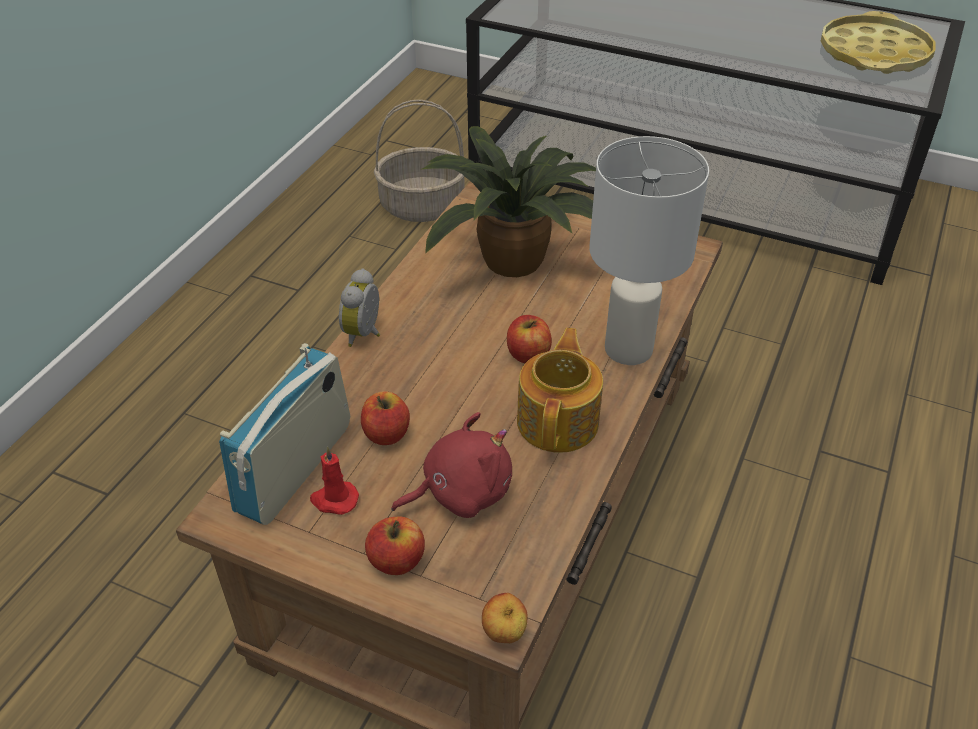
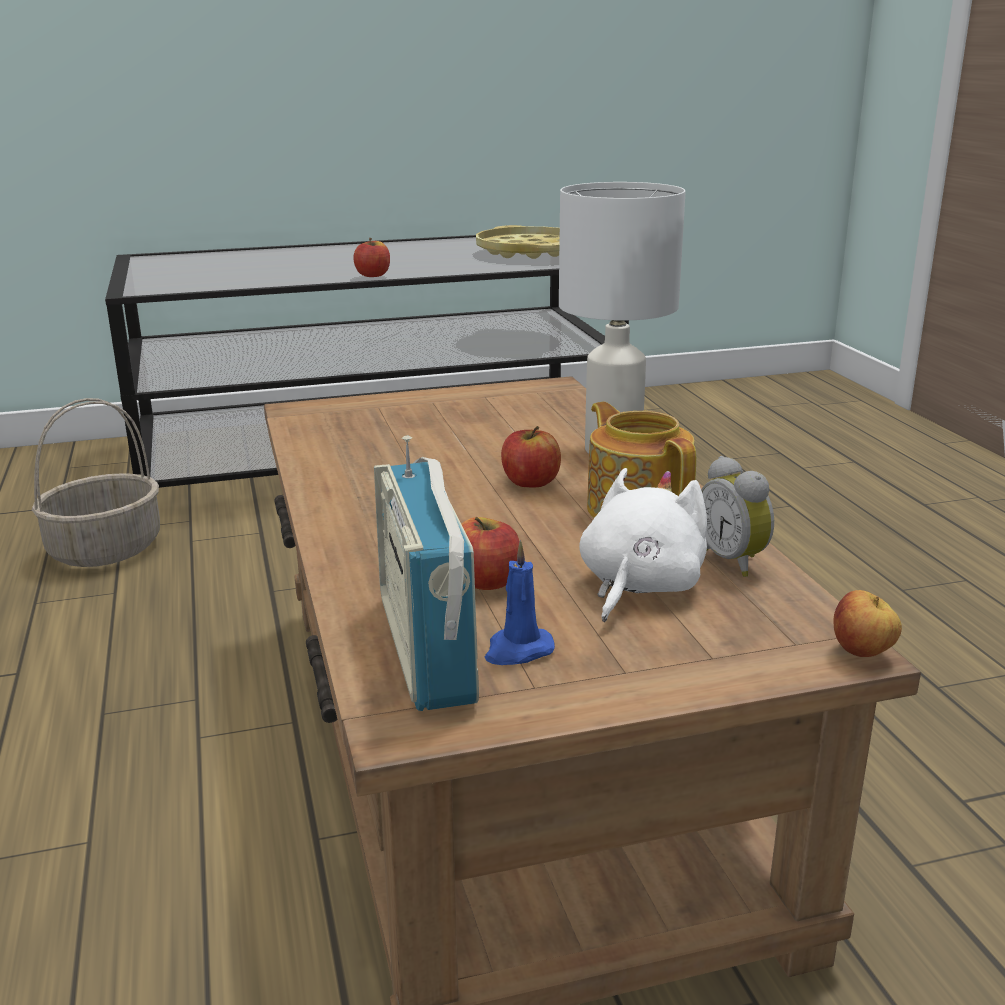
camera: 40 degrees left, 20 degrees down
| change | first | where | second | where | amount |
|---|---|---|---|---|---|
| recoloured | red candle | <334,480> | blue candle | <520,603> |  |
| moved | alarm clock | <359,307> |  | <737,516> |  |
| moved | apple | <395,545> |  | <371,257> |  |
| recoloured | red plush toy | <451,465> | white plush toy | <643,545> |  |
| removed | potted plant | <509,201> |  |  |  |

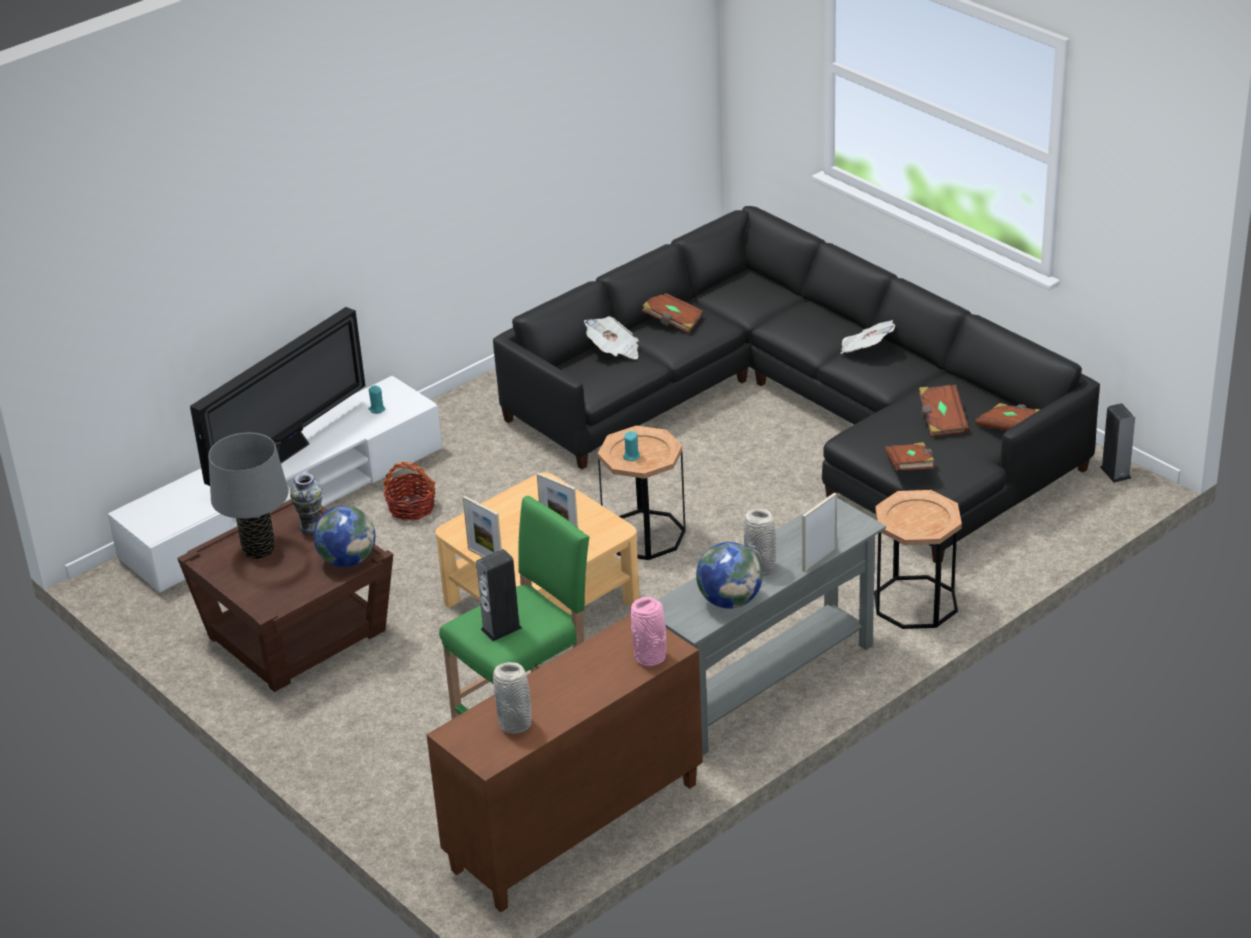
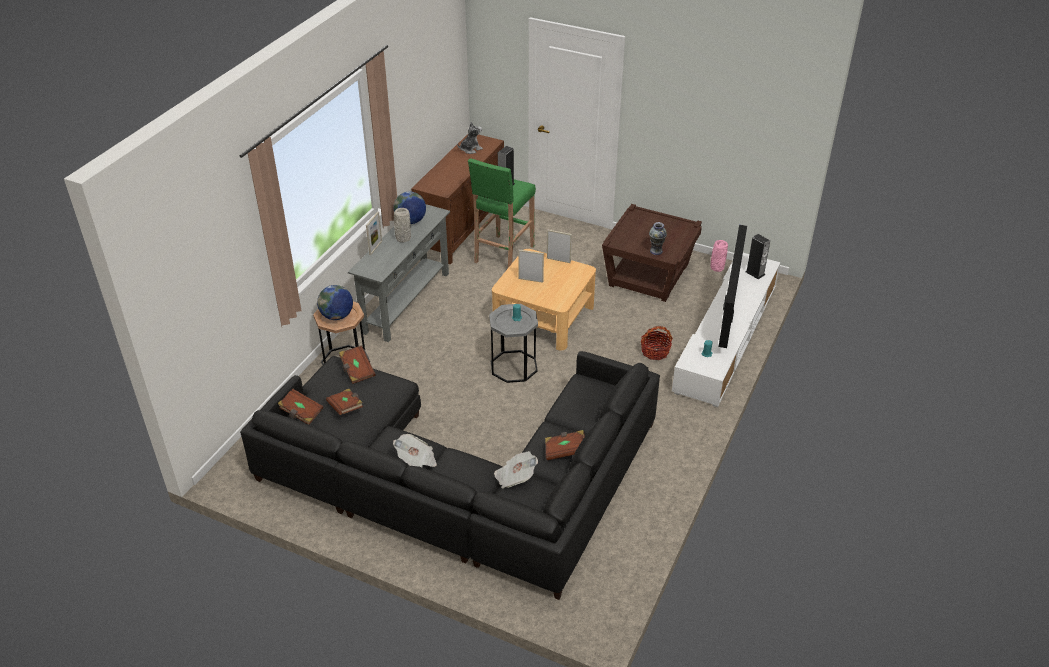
camera: 155 degrees right, 5 degrees up
| change | first | where | second | where | amount |
|---|---|---|---|---|---|
| removed | grey table lamp | <248,496> |  |  |  |
| moved | globe | <344,536> |  | <335,302> |  |
| replaced | grey vase | <512,698> | plush toy | <470,138> |  |
| moved | newspaper | <611,337> |  | <516,470> |  |
| recoloured | brown side table | <642,493> | grey side table | <513,343> |  |
| moved | pink vase | <648,631> |  | <719,256> |  |
| moved | speaker | <1117,443> |  | <758,256> |  |

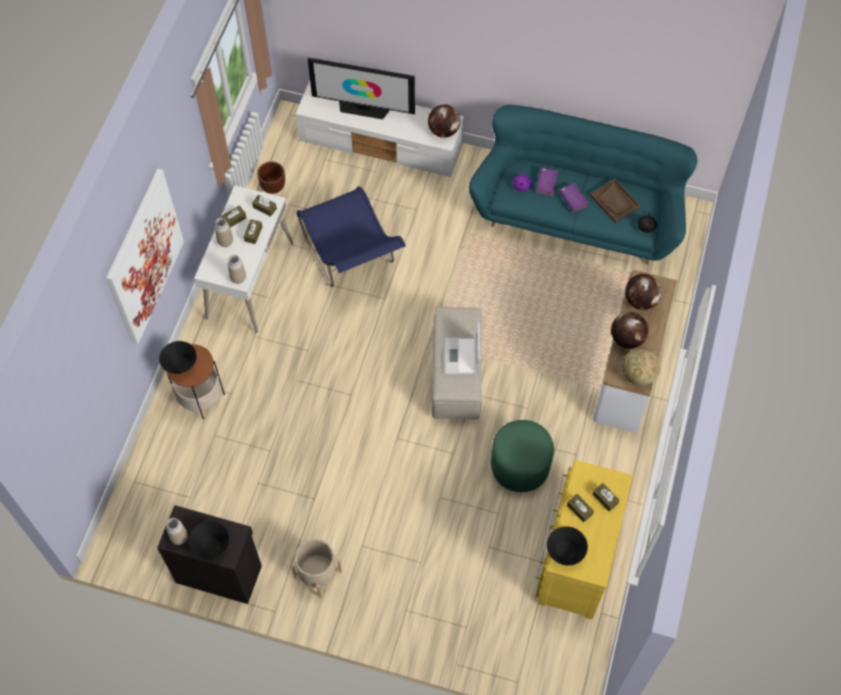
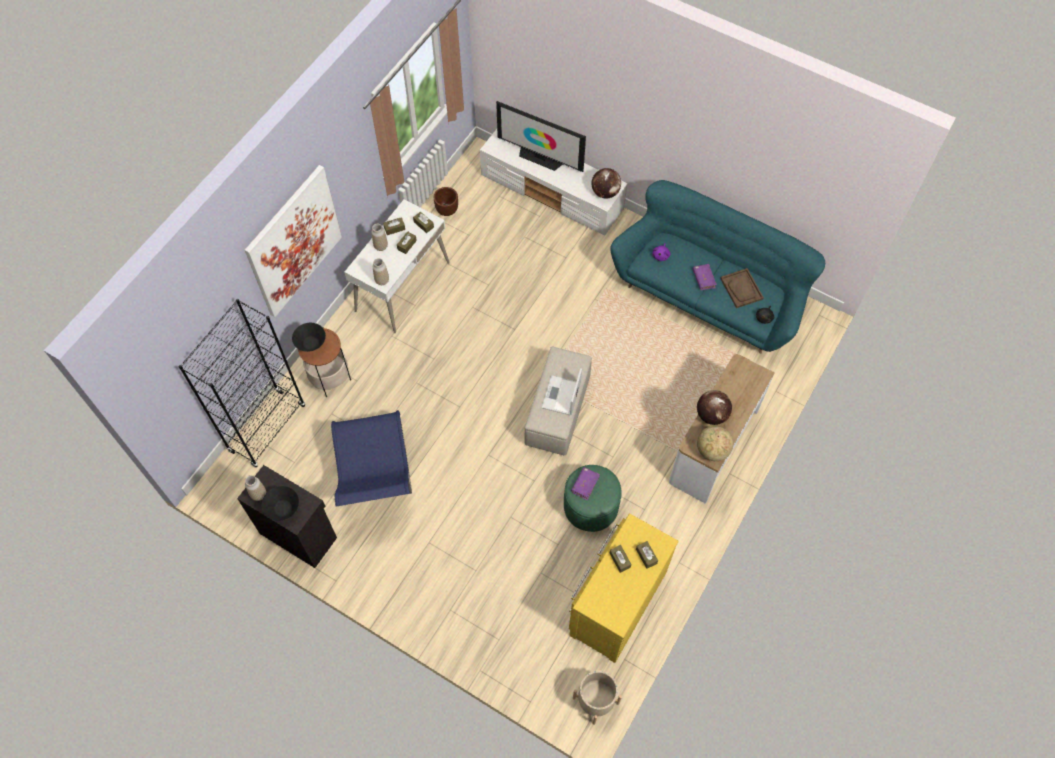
camera: 15 degrees right, 0 degrees up
| change | first | where | second | where | amount |
|---|---|---|---|---|---|
| moved | beige planter | <316,568> |  | <597,697> |  |
| moved | blue chair | <351,237> |  | <371,458> |  |
| moved | purple book | <547,182> |  | <585,483> |  |
| removed | black bowl | <567,546> |  |  |  |
| removed | globe | <643,292> |  |  |  |
| added |  |  | black bookcase | <242,383> |  |

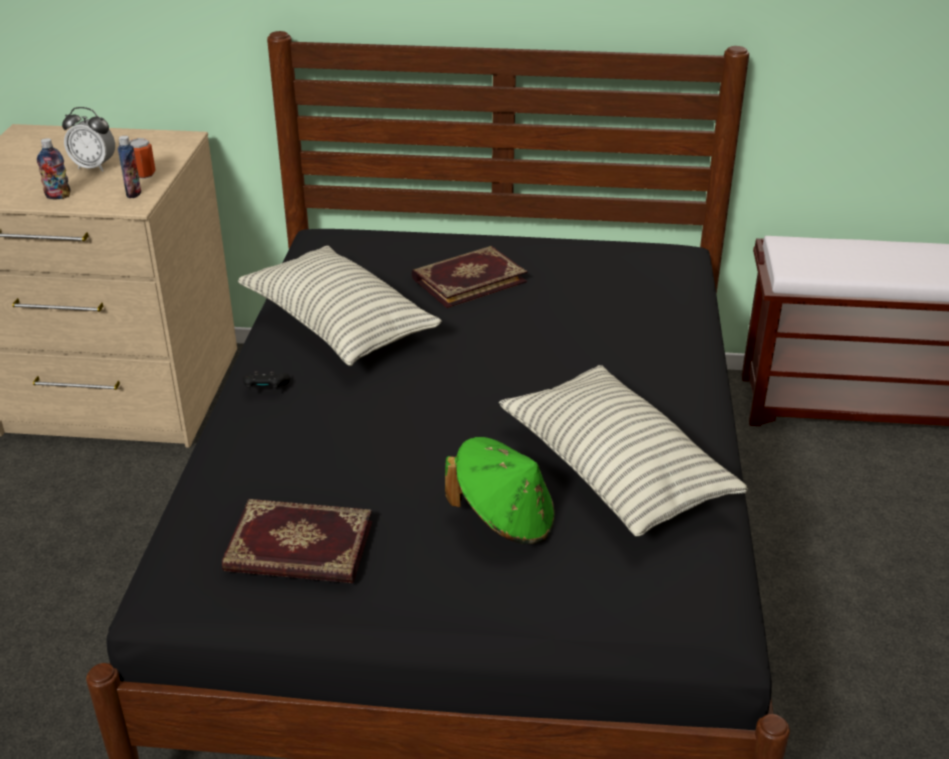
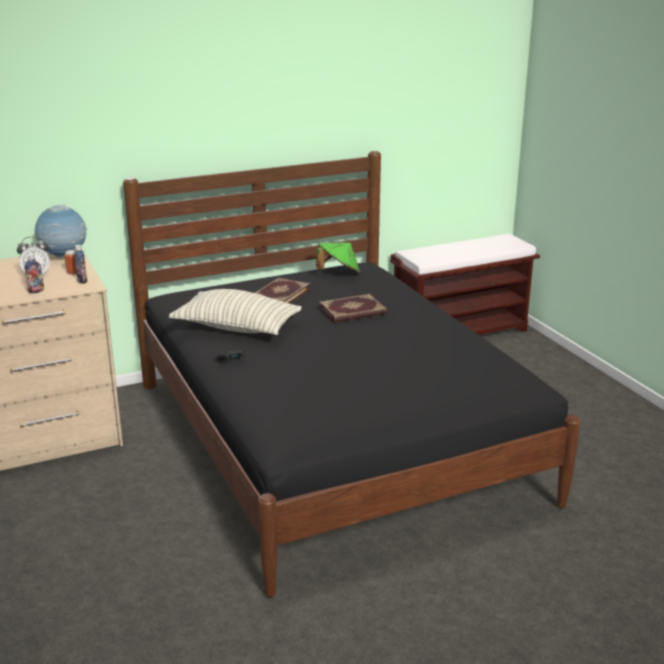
camera: 30 degrees left, 10 degrees down
| change | first | where | second | where | amount |
|---|---|---|---|---|---|
| moved | book | <297,541> |  | <353,308> |  |
| moved | green hat | <500,490> |  | <338,257> |  |
| removed | pillow | <623,450> |  |  |  |
| added |  |  | globe | <61,231> |  |

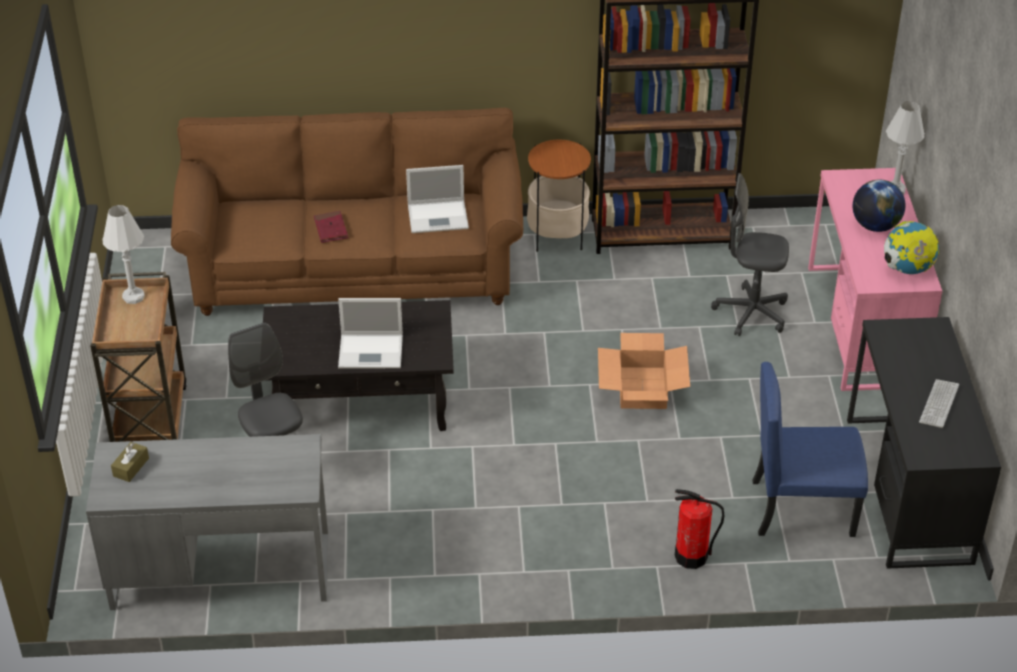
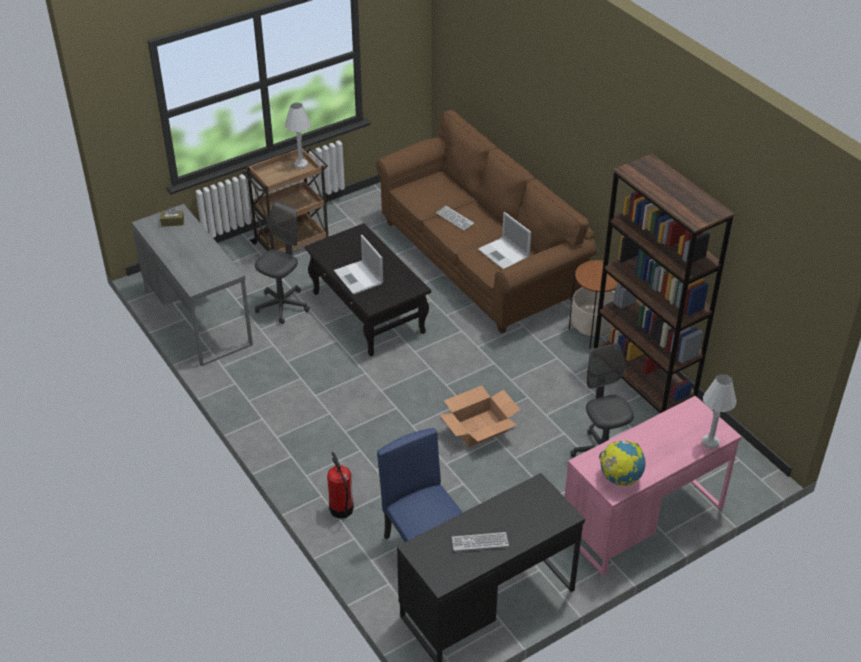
camera: 60 degrees right, 0 degrees up
| change | first | where | second | where | amount |
|---|---|---|---|---|---|
| replaced | red book | <331,227> | keyboard | <455,218> |  |
| removed | globe | <879,206> |  |  |  |

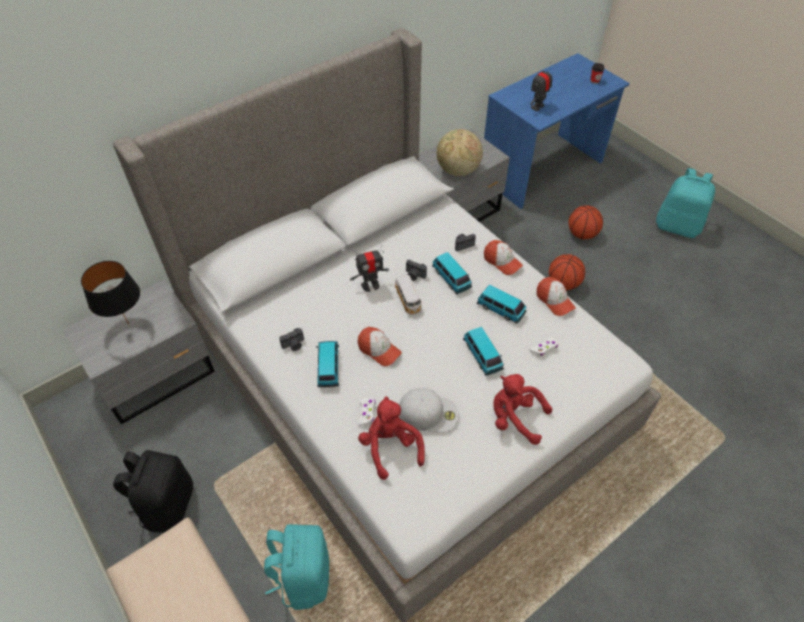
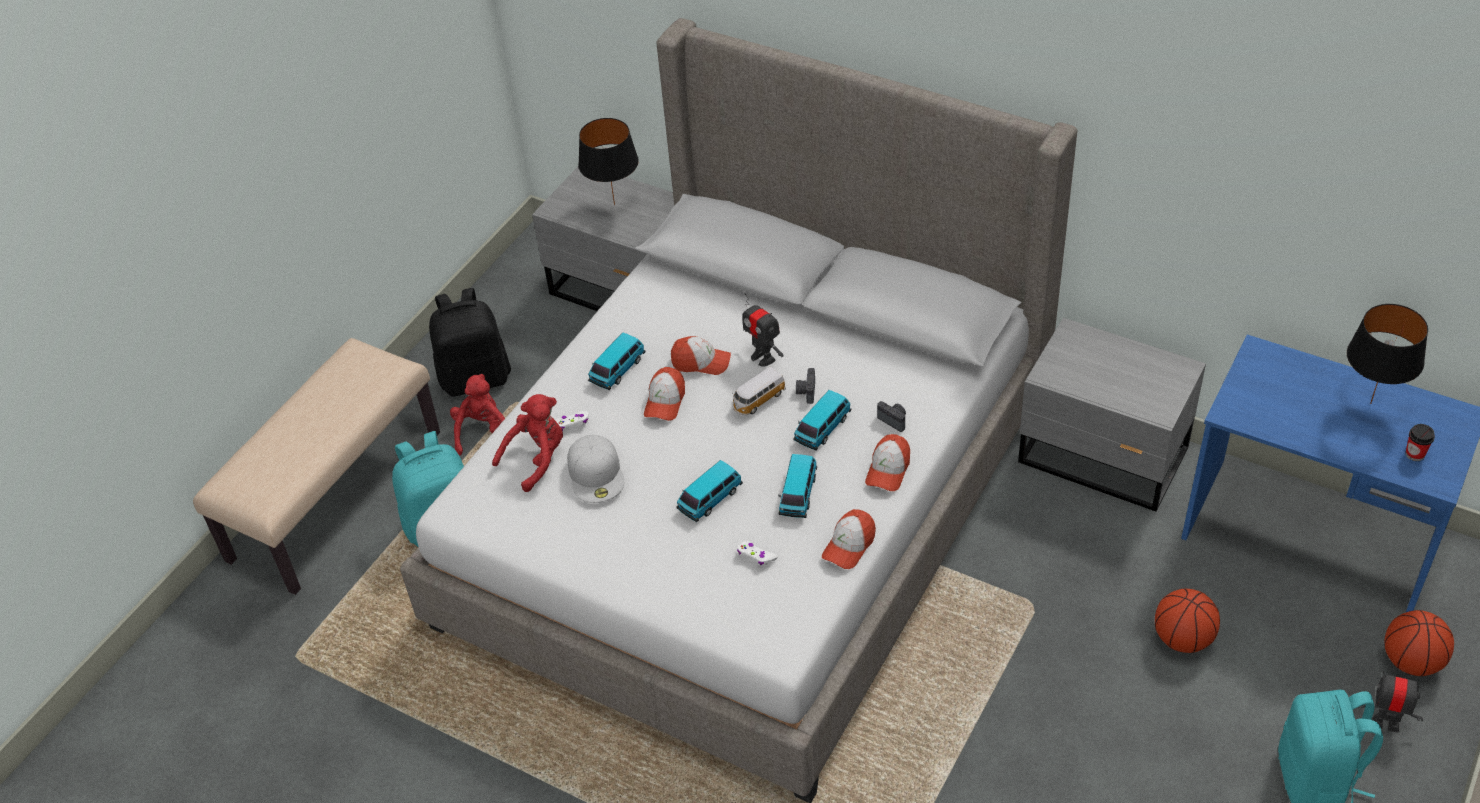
camera: 70 degrees right, 5 degrees down
| change | first | where | second | where | amount |
|---|---|---|---|---|---|
| removed | photo camera | <291,339> |  |  |  |
| turned | toy car | <327,364> |  | <616,361> | 150 degrees clockwise |
| removed | globe | <460,152> |  |  |  |
| moved | red plush toy | <523,409> |  | <477,415> |  |
| moved | toy robot | <541,87> |  | <1393,701> |  |
| moved | basketball | <567,272> |  | <1419,643> |  |
| added |  |  | cap | <701,355> |  |
| added |  |  | black table lamp | <1387,354> |  |

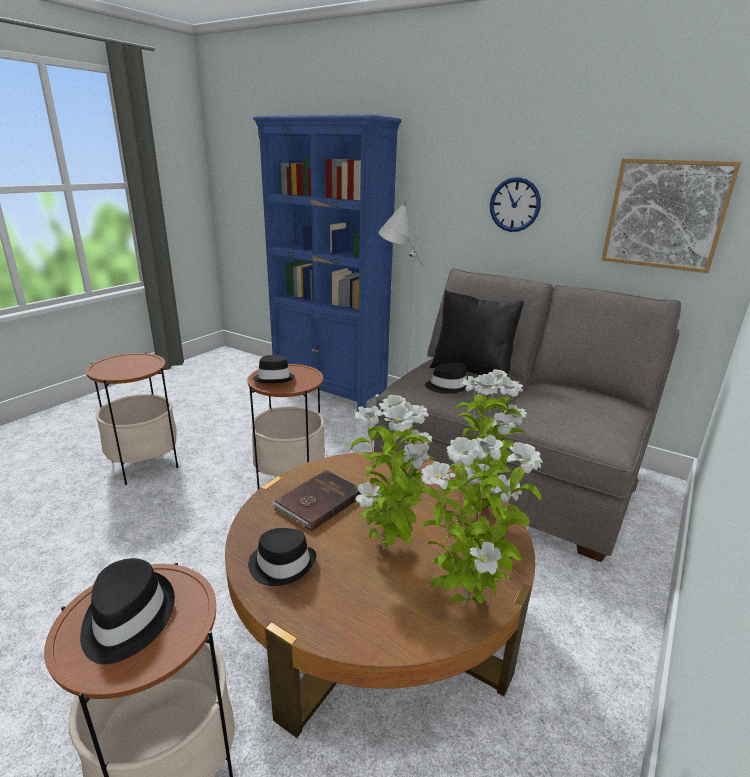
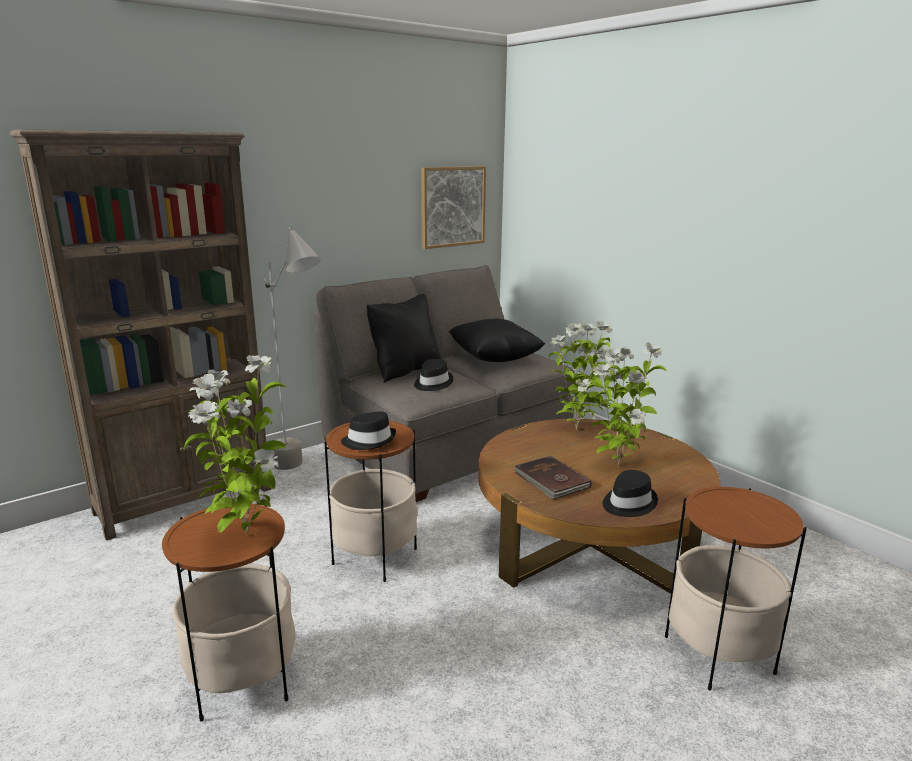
camera: 70 degrees left, 5 degrees down
| change | first | where | second | where | amount |
|---|---|---|---|---|---|
| removed | black hat | <127,611> |  |  |  |
| recoloured | blue bookcase | <327,263> | brown bookcase | <140,334> |  |
| moved | potted plant | <479,522> |  | <235,445> |  |
| removed | wall clock | <515,204> |  |  |  |
| added |  |  | black pillow | <497,340> |  |

